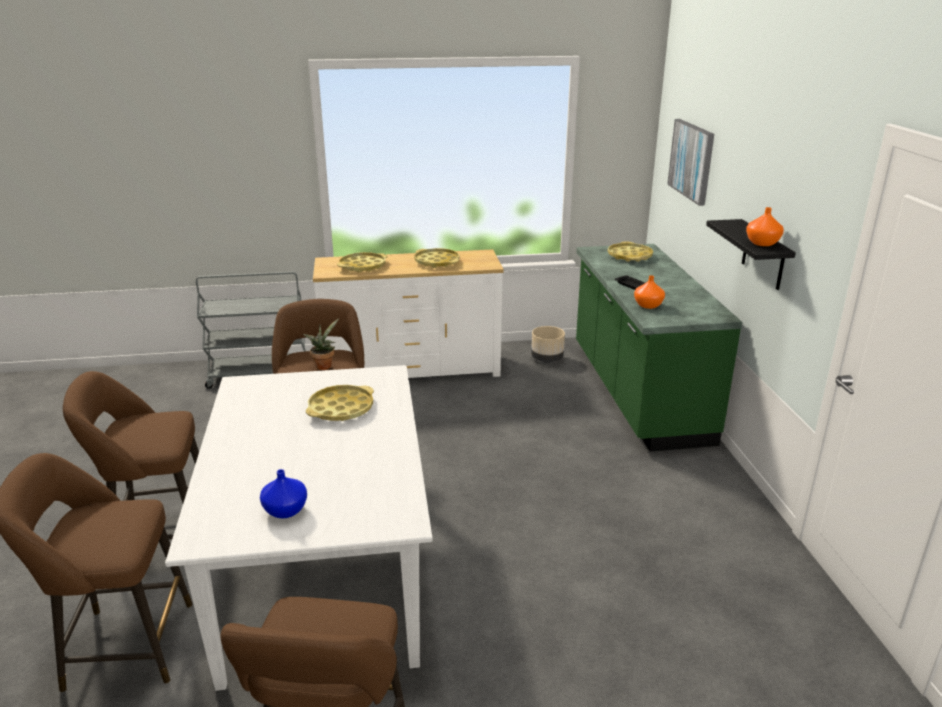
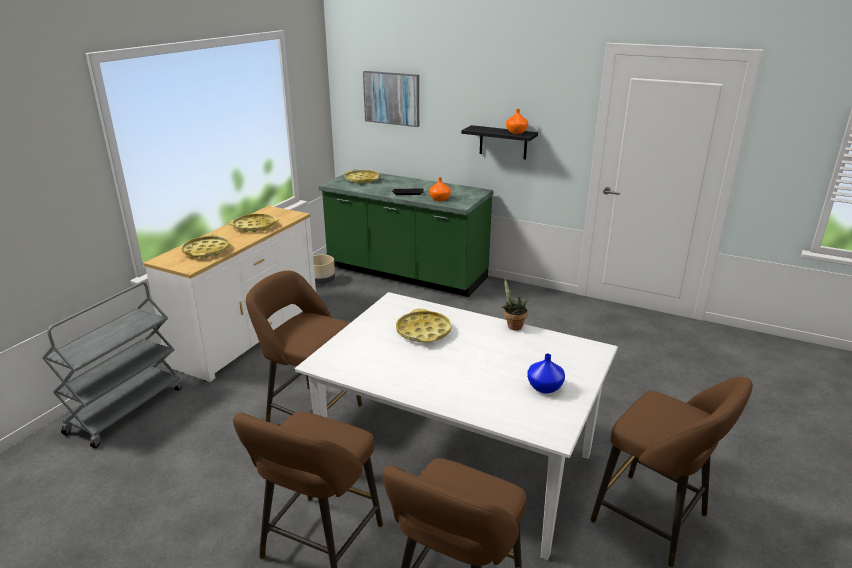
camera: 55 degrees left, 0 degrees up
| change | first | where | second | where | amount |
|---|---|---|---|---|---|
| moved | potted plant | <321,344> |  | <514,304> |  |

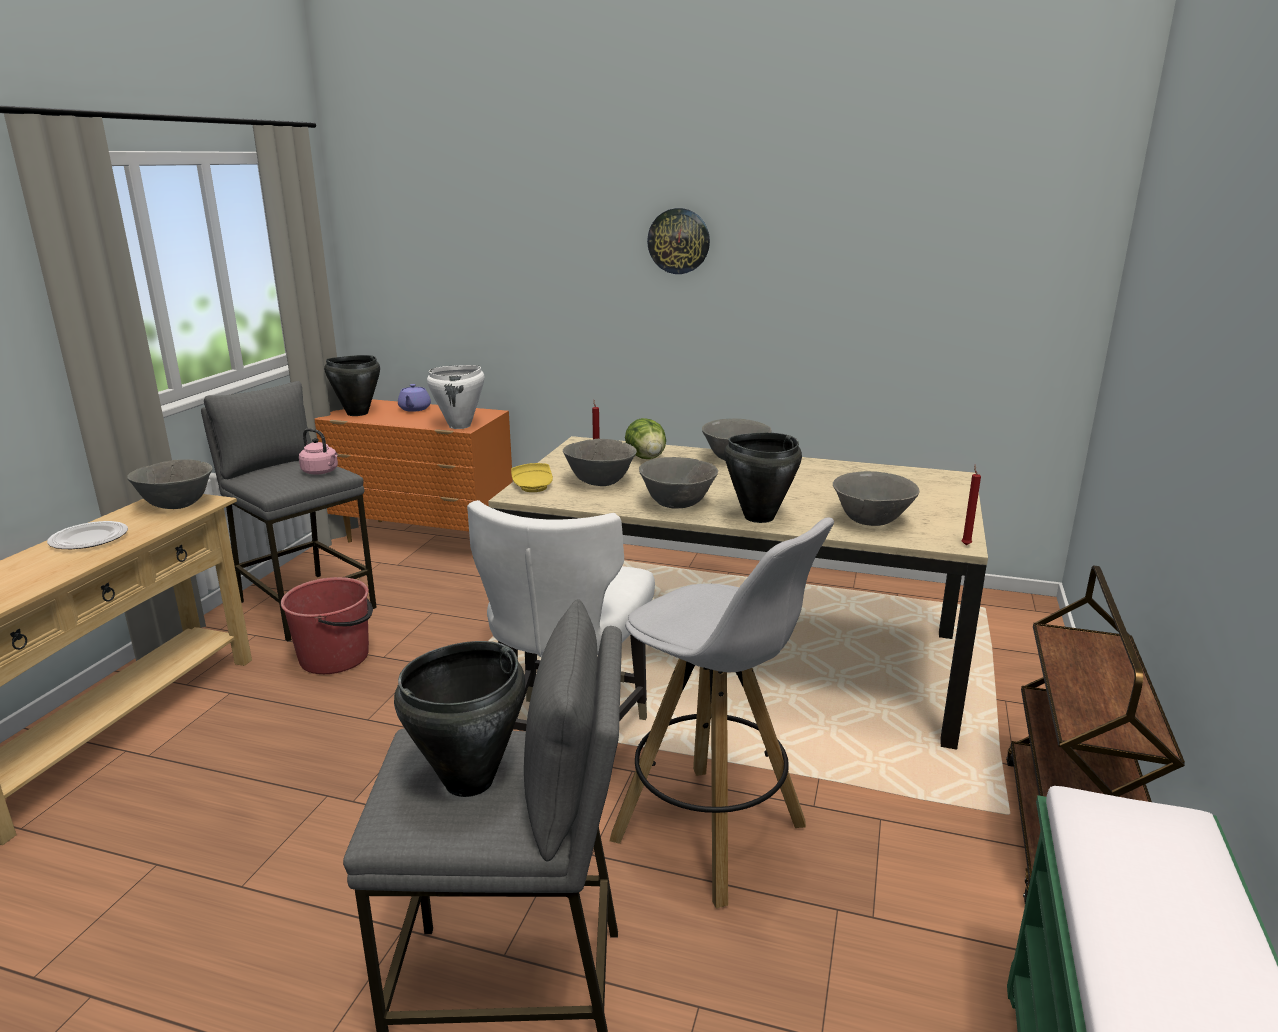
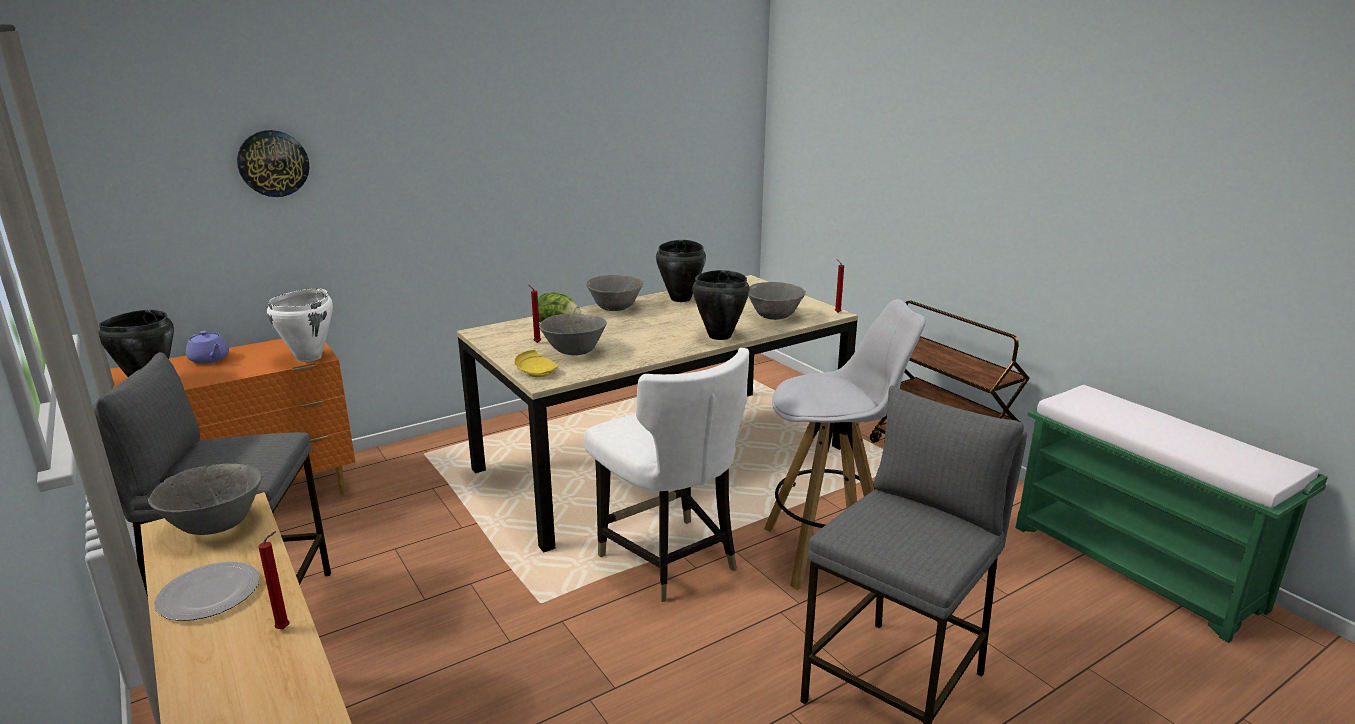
camera: 50 degrees left, 0 degrees up
| change | first | where | second | where | amount |
|---|---|---|---|---|---|
| removed | red bucket | <327,625> |  |  |  |
| removed | pink kettle | <318,451> |  |  |  |
| moved | black cooking pot | <459,719> |  | <681,271> |  |
| removed | grey bowl | <678,483> |  |  |  |
| moved | wall clock | <678,241> |  | <273,163> |  |
| added |  |  | red candle | <274,580> |  |

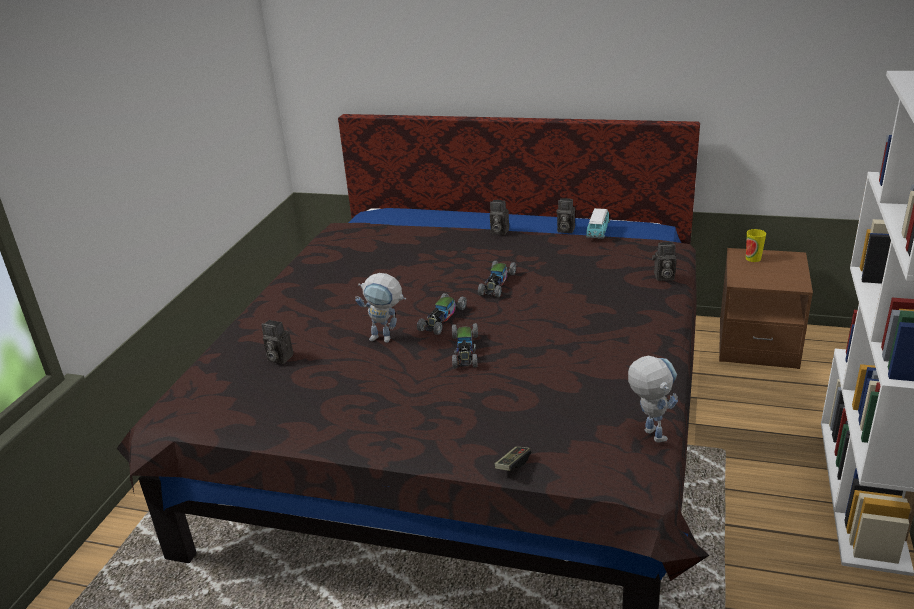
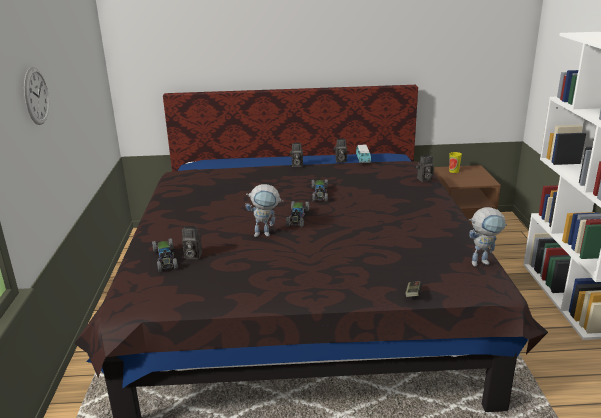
camera: 20 degrees left, 5 degrees down
| change | first | where | second | where | amount |
|---|---|---|---|---|---|
| moved | toy car | <465,345> |  | <165,255> |  |
| turned | toy robot | <653,399> |  | <488,236> | 120 degrees clockwise |
| added |  |  | wall clock | <36,96> |  |

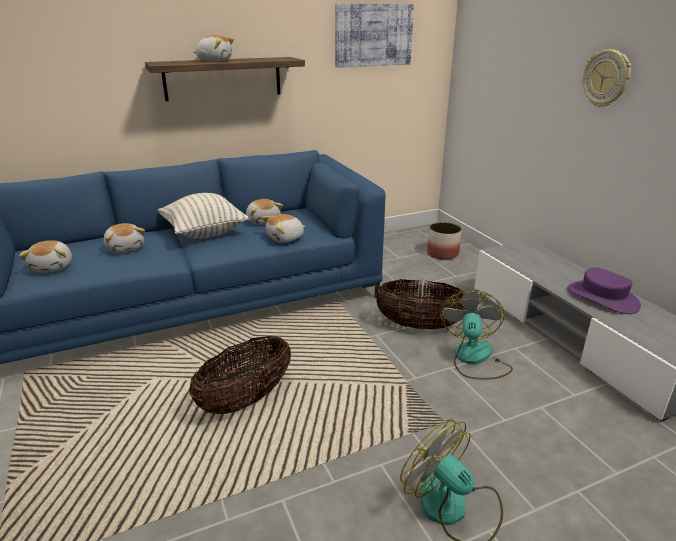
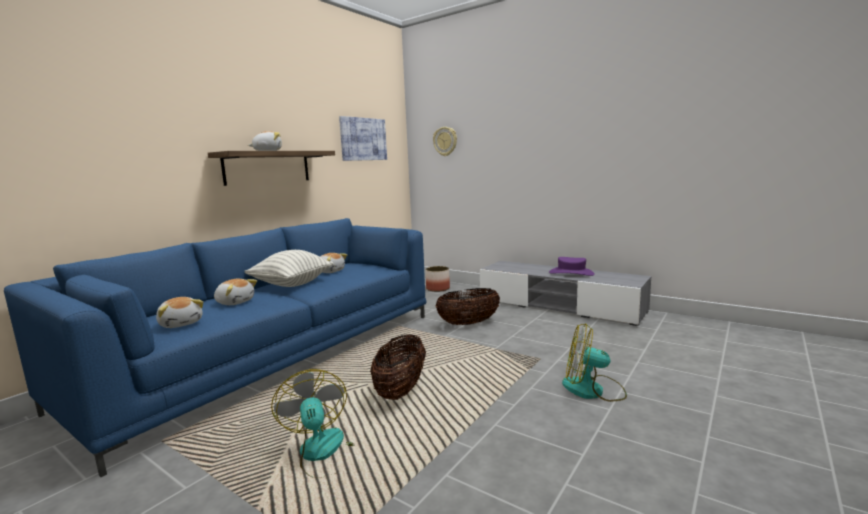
camera: 30 degrees left, 15 degrees down
| change | first | where | second | where | amount |
|---|---|---|---|---|---|
| removed | plush toy | <283,228> |  |  |  |
| moved | fan | <476,334> |  | <312,423> |  |
| moved | wall clock | <607,78> |  | <445,141> |  |

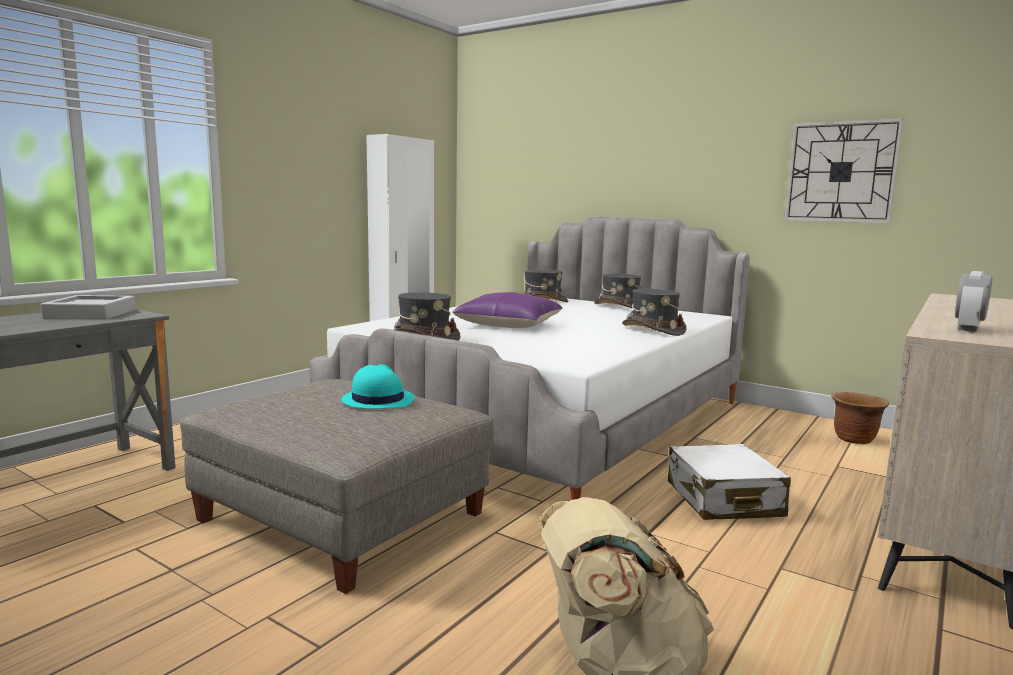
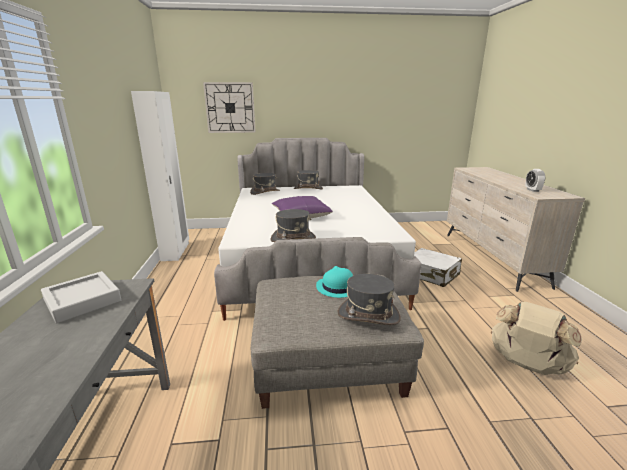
camera: 40 degrees left, 10 degrees up
| change | first | where | second | where | amount |
|---|---|---|---|---|---|
| moved | grey hat | <654,312> |  | <369,299> |  |
| moved | wall clock | <844,170> |  | <229,107> |  |
| removed | brown planter | <860,418> |  |  |  |

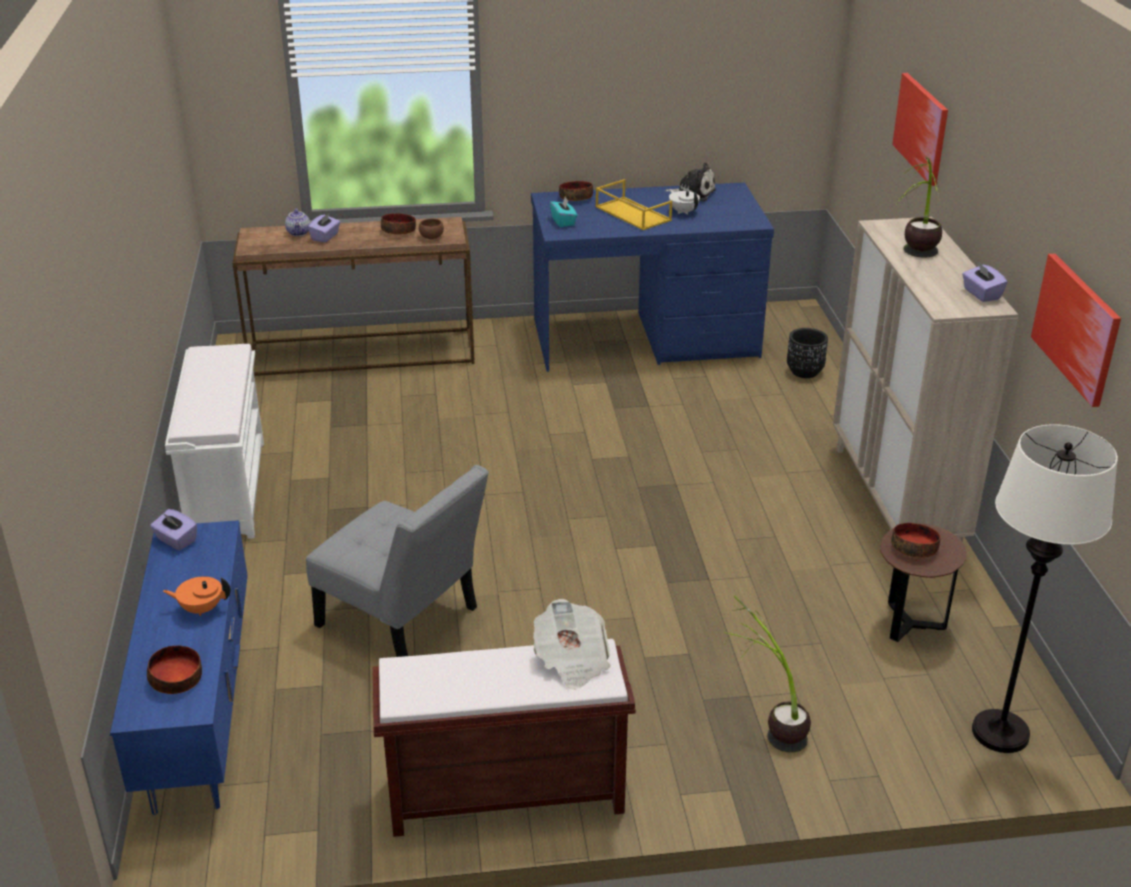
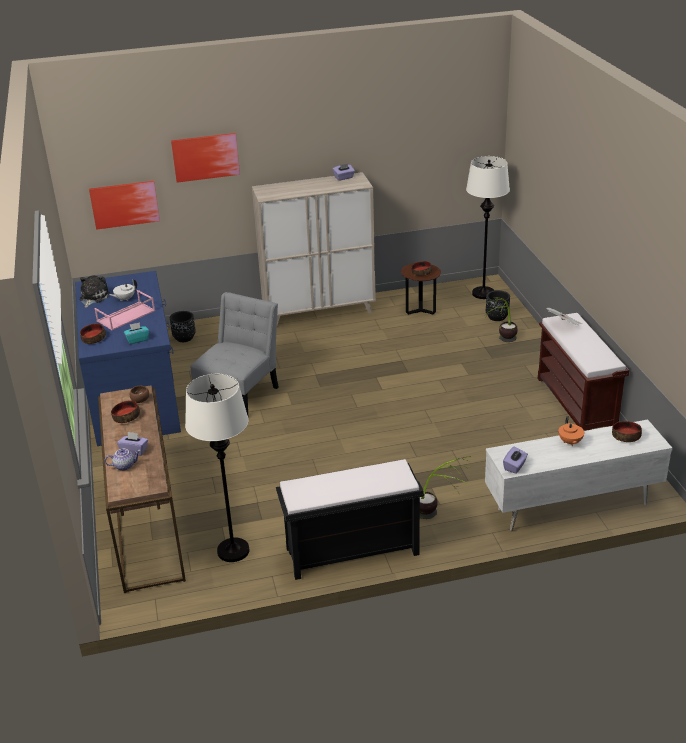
camera: 95 degrees left, 0 degrees up
| change | first | where | second | where | amount |
|---|---|---|---|---|---|
| recoloured | blue tv stand | <179,667> | white tv stand | <578,475> |  |
| recoloured | white bench | <214,441> | black bench | <350,519> |  |
| moved | grey chair | <397,561> |  | <235,353> |  |
| recoloured | yellow tray | <633,204> | pink tray | <125,310> |  |
| moved | potted plant | <918,207> |  | <445,487> |  |
| moved | picture | <1076,330> |  | <124,205> |  |
| added |  |  | white floor lamp | <217,468> |  |
| added |  |  | black planter | <498,305> |  |

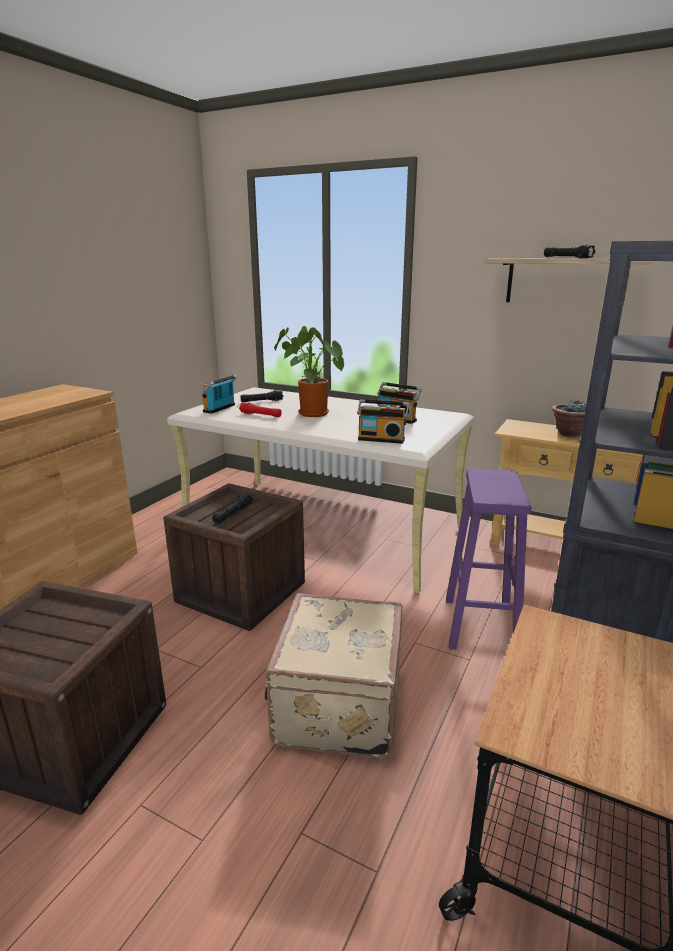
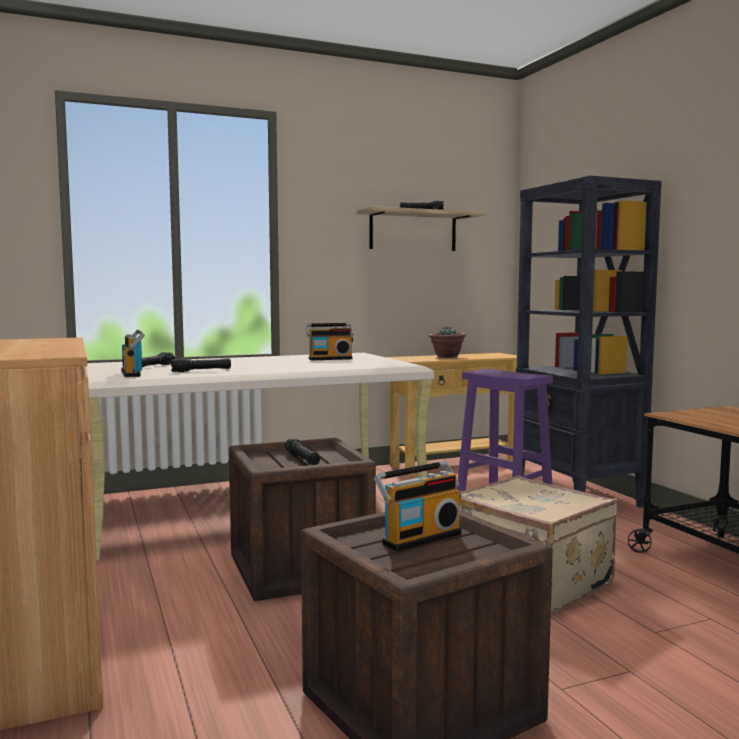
camera: 50 degrees left, 15 degrees down
| change | first | where | second | where | amount |
|---|---|---|---|---|---|
| recoloured | red flashlight | <260,409> | black flashlight | <201,365> |  |
| removed | potted plant | <309,371> |  |  |  |
| moved | radio | <383,421> |  | <418,506> |  |

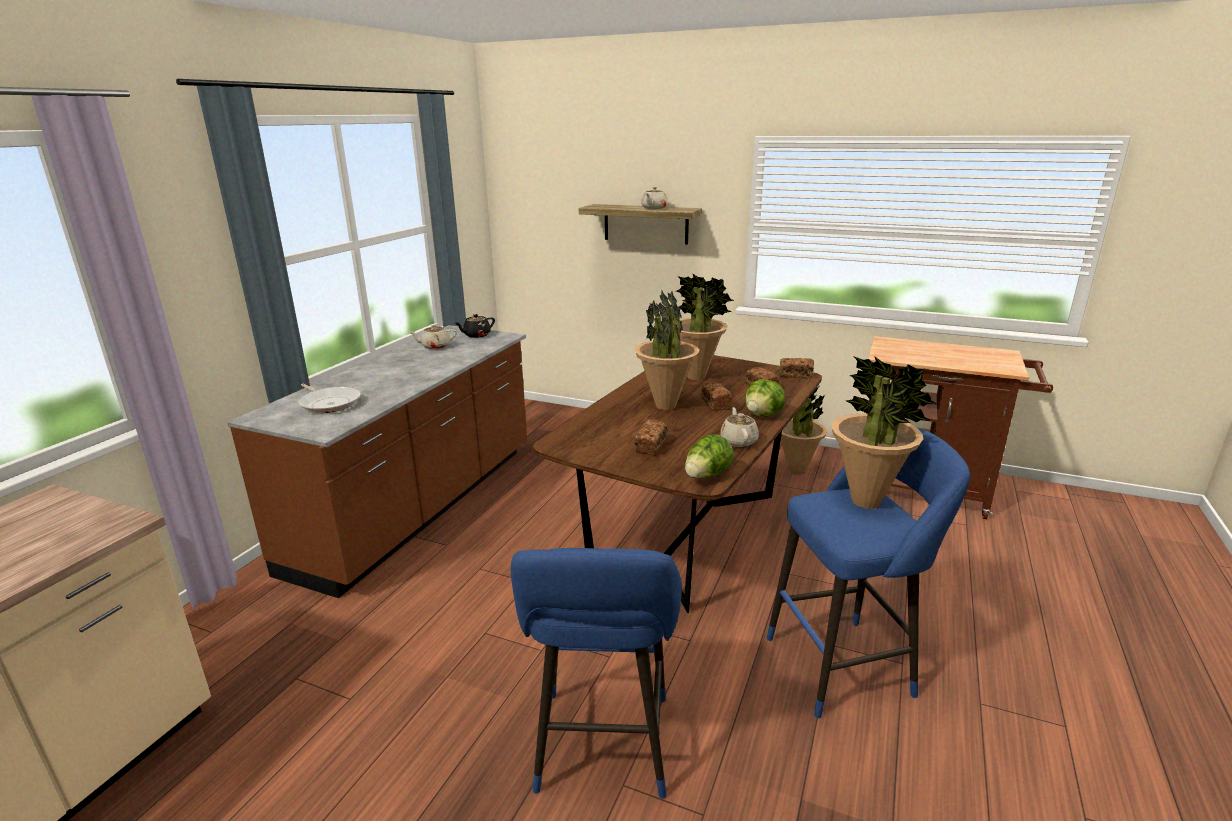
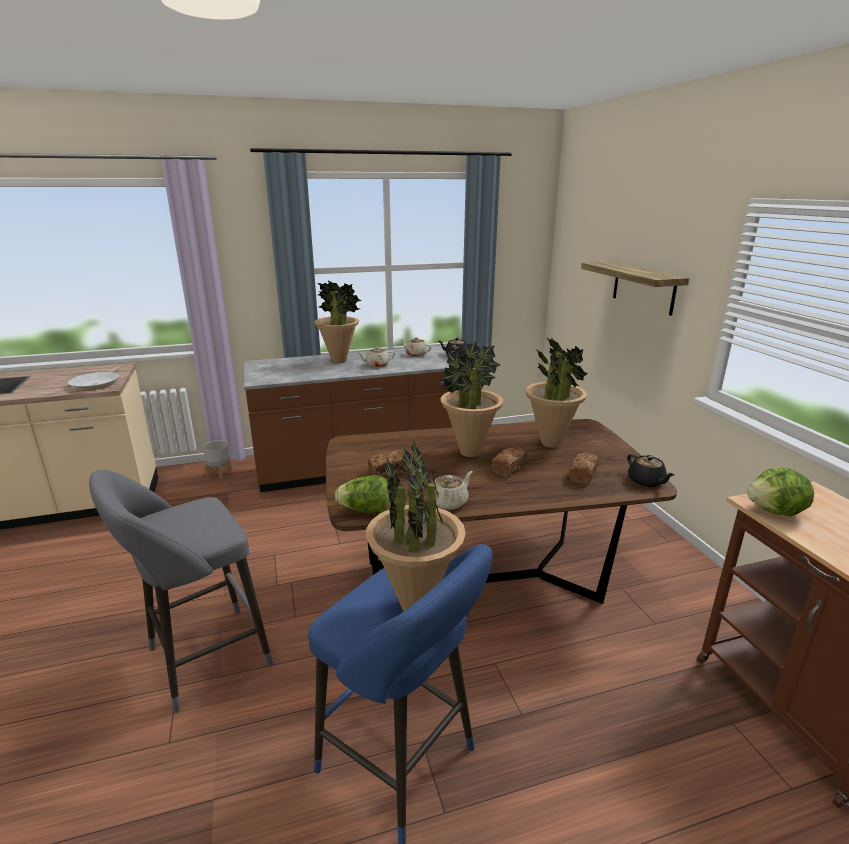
camera: 50 degrees right, 0 degrees up
| change | first | where | second | where | amount |
|---|---|---|---|---|---|
| moved | frying pan | <329,398> |  | <95,377> |  |
| recoloured | blue stool | <596,673> | grey stool | <181,591> |  |
| moved | beige teapot | <654,198> |  | <376,357> |  |
| moved | lettuce | <765,398> |  | <780,492> |  |
| replaced | bread | <797,368> | black teapot | <651,471> |  |
| moved | potted plant | <804,431> |  | <338,322> |  |
| added |  |  | grey planter | <217,459> |  |

